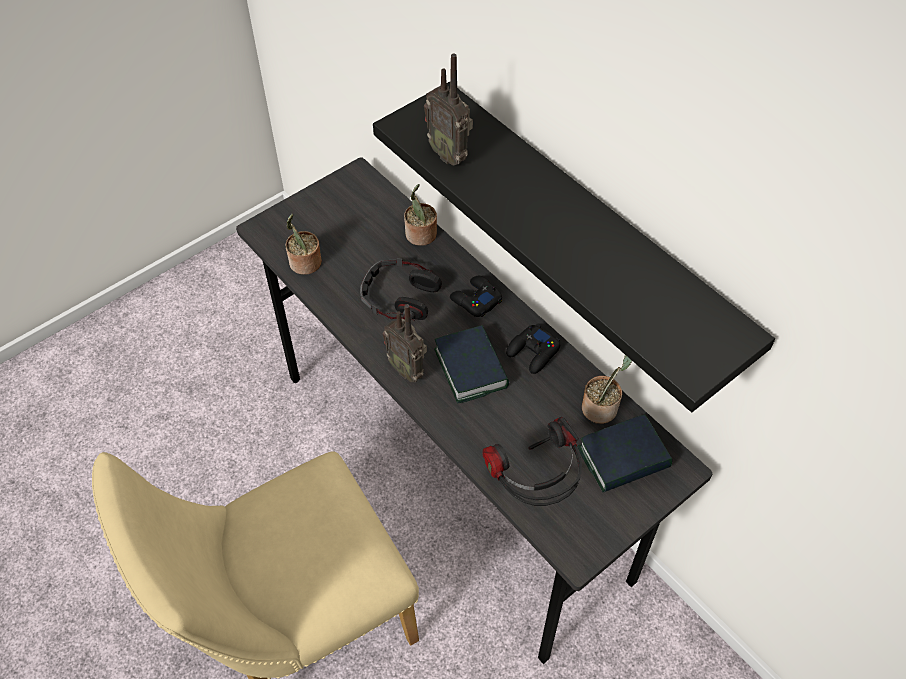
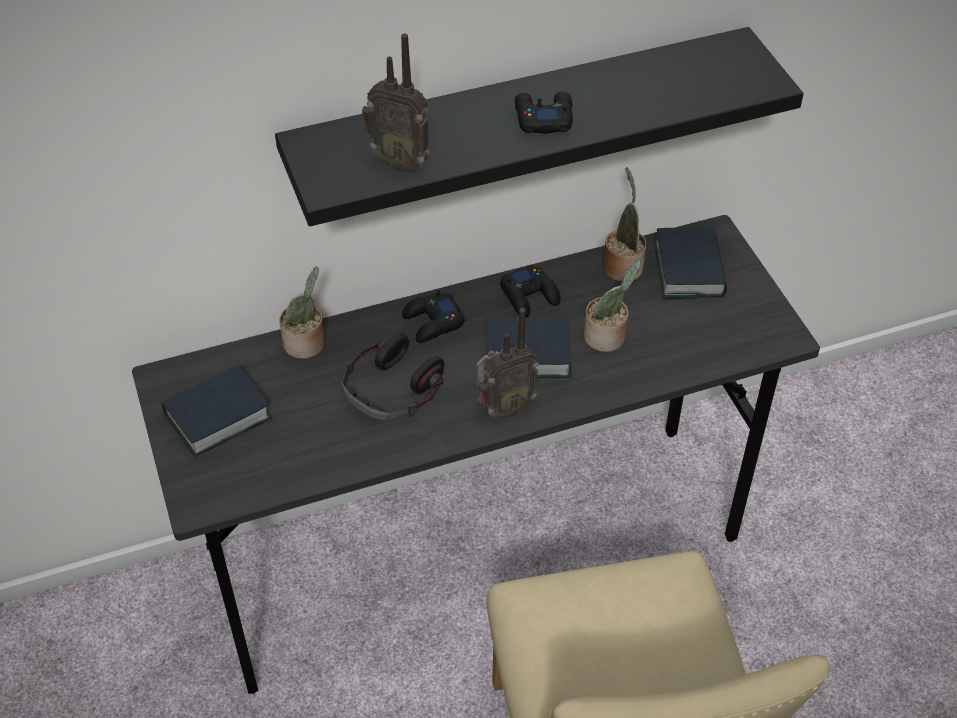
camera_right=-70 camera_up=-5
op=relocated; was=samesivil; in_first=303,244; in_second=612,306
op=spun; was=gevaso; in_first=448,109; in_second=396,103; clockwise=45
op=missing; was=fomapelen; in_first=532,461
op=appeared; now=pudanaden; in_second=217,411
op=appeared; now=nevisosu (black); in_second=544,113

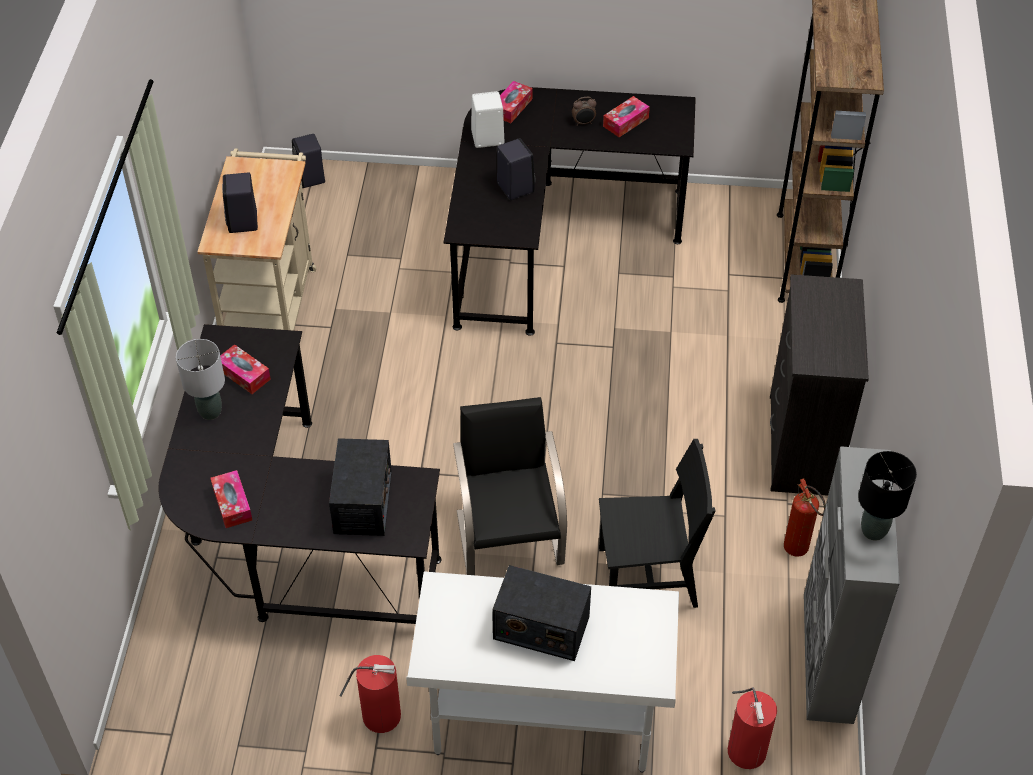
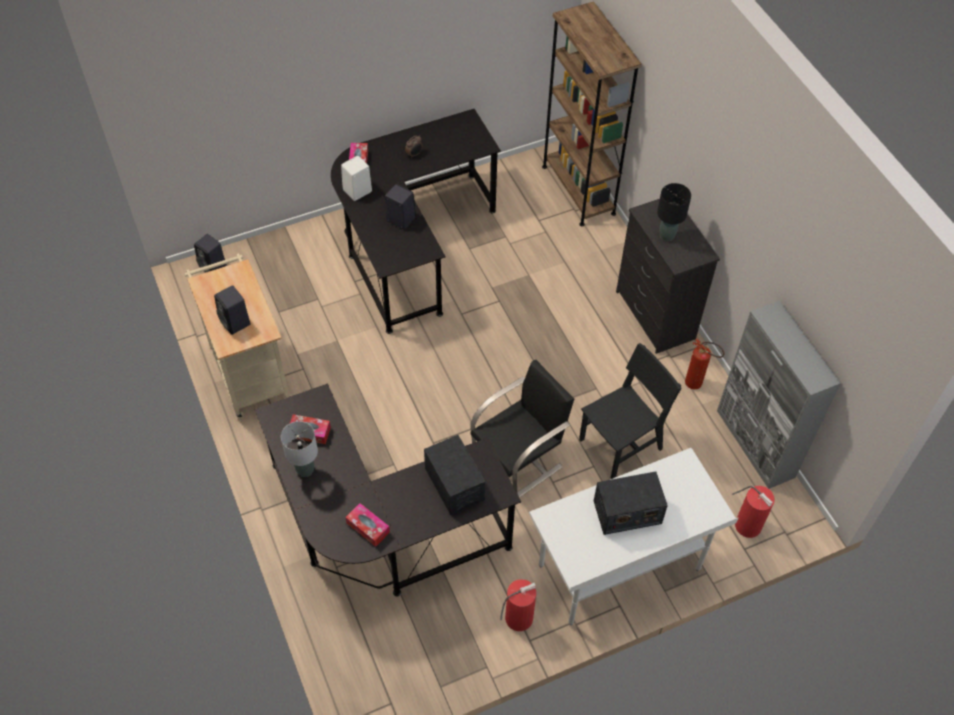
camera_right=-30 camera_up=5
op=spun; was=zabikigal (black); in_first=510,486; in_second=522,429; clockwise=90
op=missing; was=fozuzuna; in_first=626,116
op=relocated; was=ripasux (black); in_first=887,496; in_second=674,212

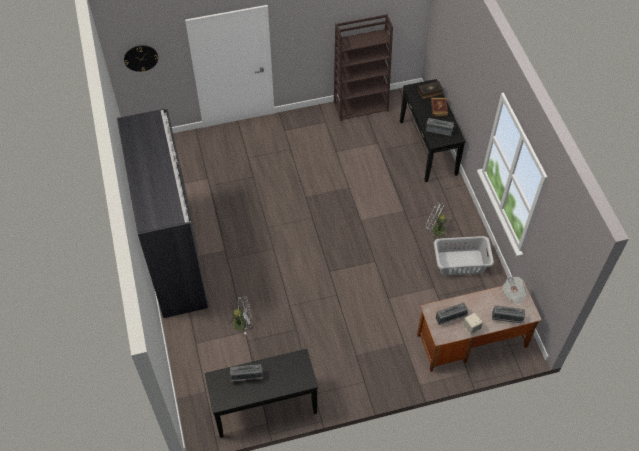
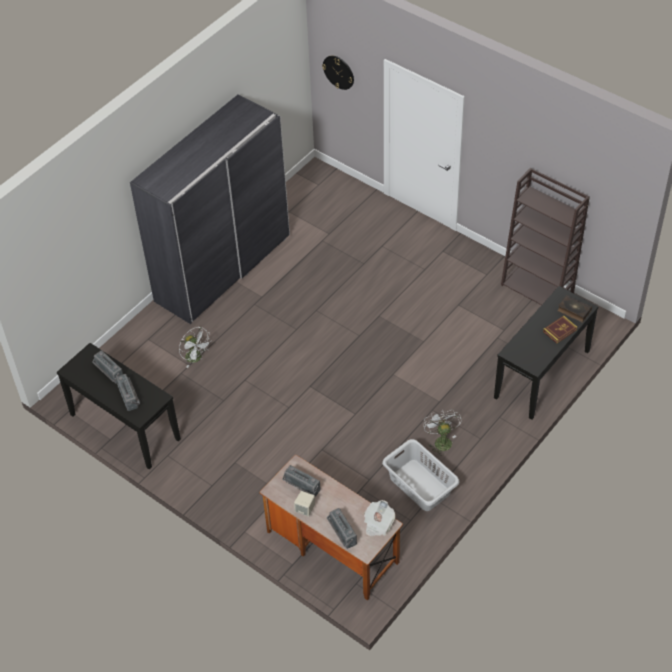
camera_right=55 camera_up=-5
op=relocated; was=gevaso; in_first=440,127; in_second=128,392

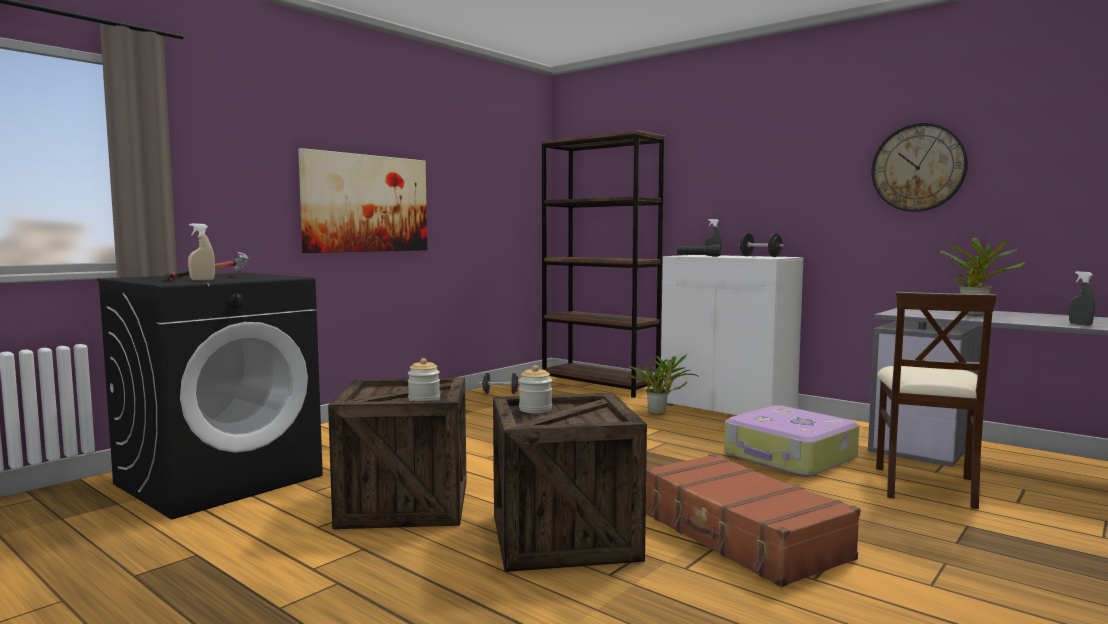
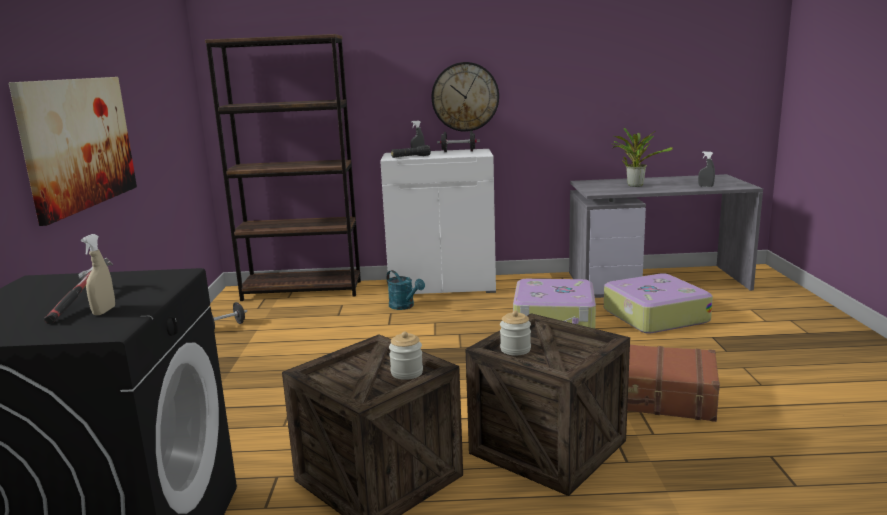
camera_right=-40 camera_up=10
op=exchanged; was=samesivil; now=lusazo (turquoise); in_first=662,384; in_second=406,290
op=relocated; was=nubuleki; in_first=919,167; in_second=465,97
op=exchanged; was=zabikigal (beige); now=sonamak; in_first=936,400; in_second=658,303

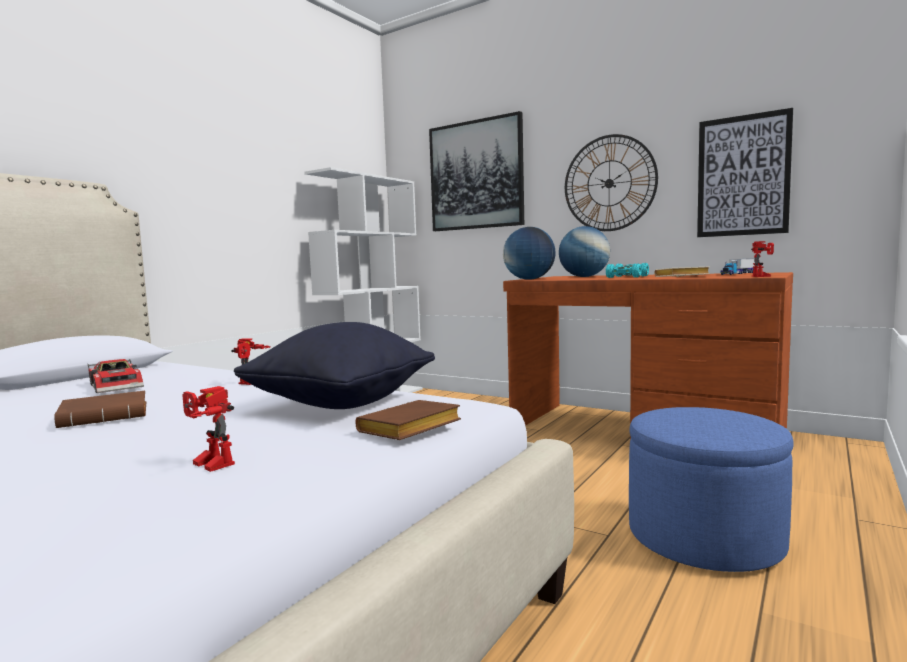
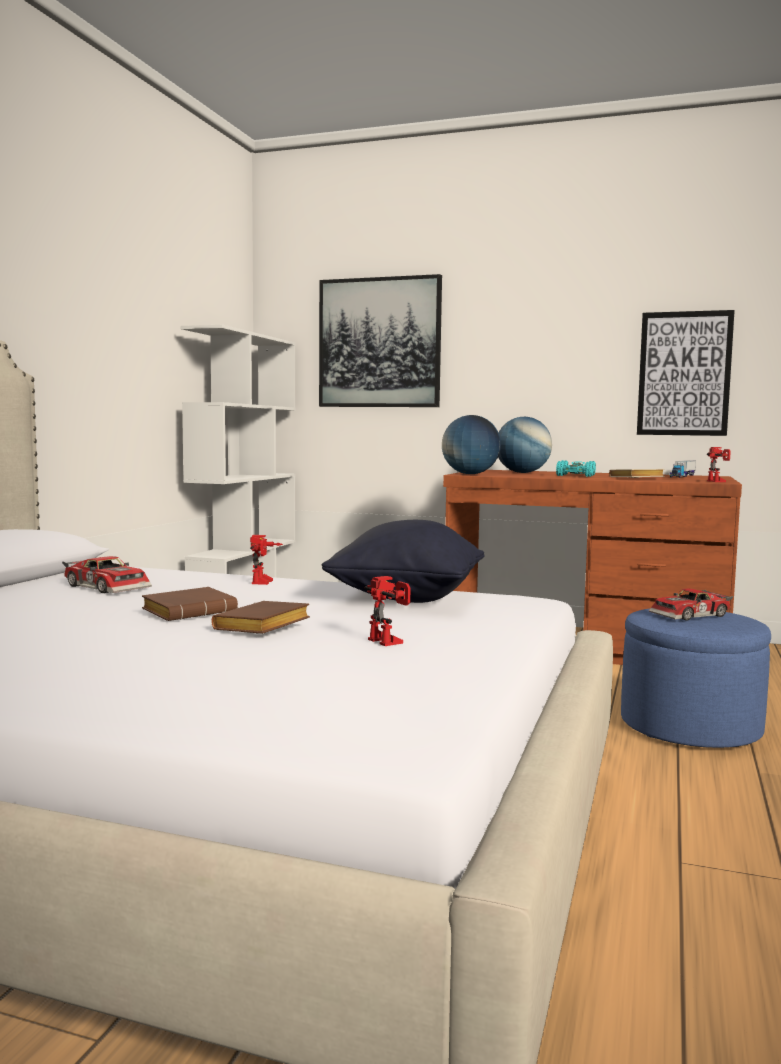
camera_right=-15 camera_up=0
op=spun; was=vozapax; in_first=208,429; in_second=387,611; clockwise=-150
op=relocated; was=pudanaden (brown); in_first=408,420; in_second=260,617
op=missing; was=nubuleki; in_first=611,182
op=appeared; now=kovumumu; in_second=691,604

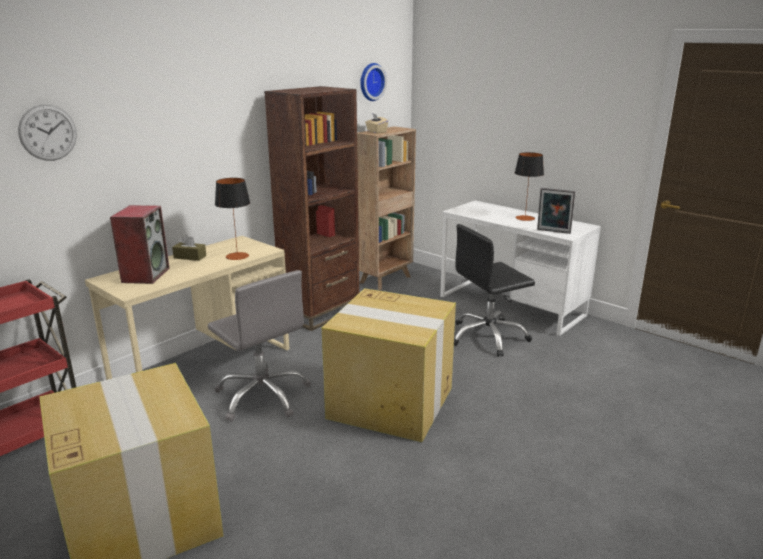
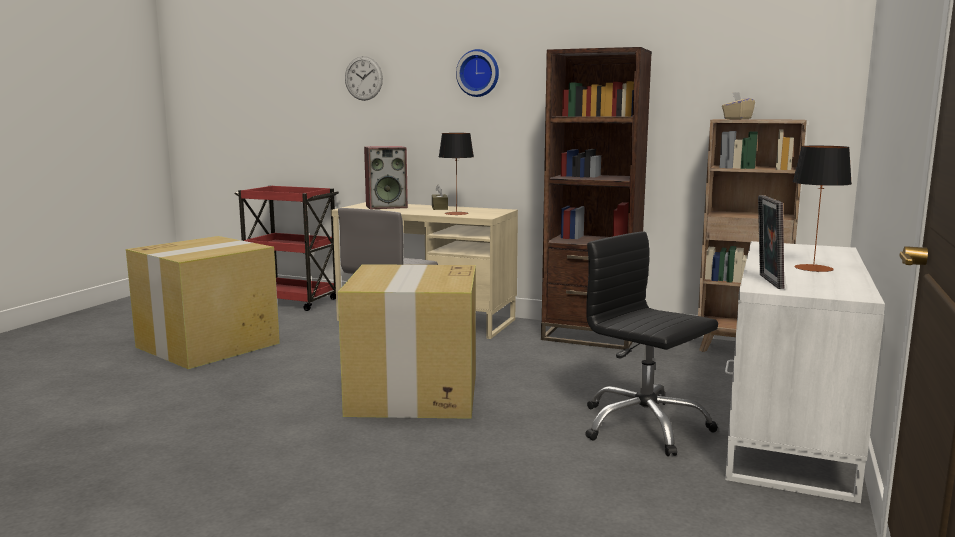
camera_right=70 camera_up=-10
op=relocated; was=nubuleki; in_first=373,82; in_second=477,73

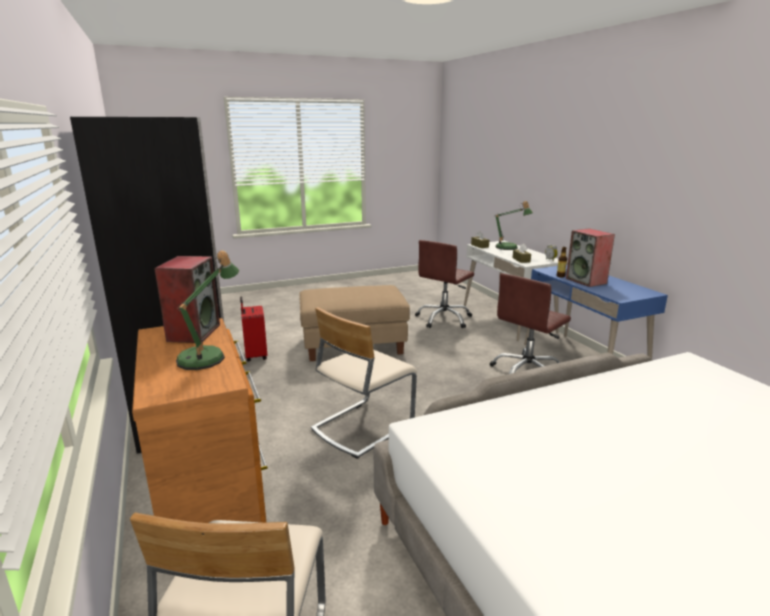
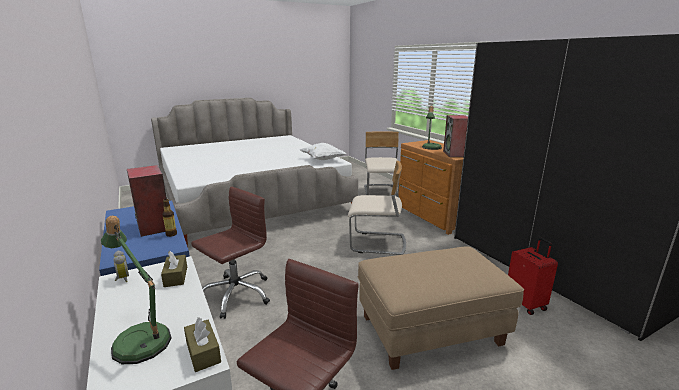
camera_right=175 camera_up=0
op=spun; was=zabikigal (beige); in_first=364,383; in_second=377,208; clockwise=60
op=appeared; now=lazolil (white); in_second=323,151

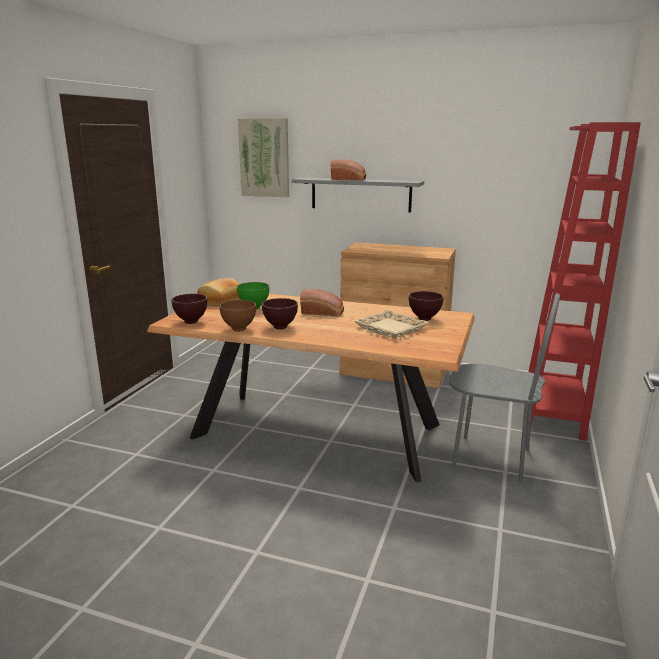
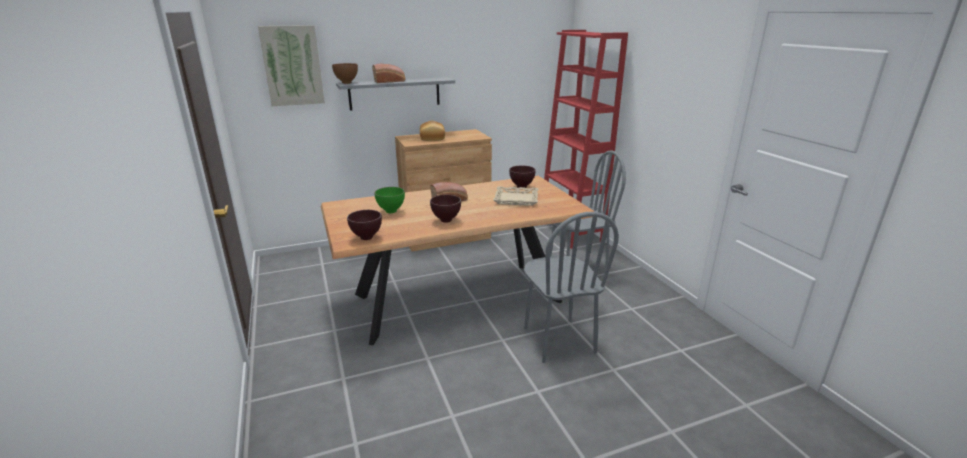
camera_right=-40 camera_up=5
op=relocated; was=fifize; in_first=218,292; in_second=432,131
op=relocated; was=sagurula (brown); in_first=237,315; in_second=345,73
op=appeared; now=zabikigal (grey); in_second=571,287

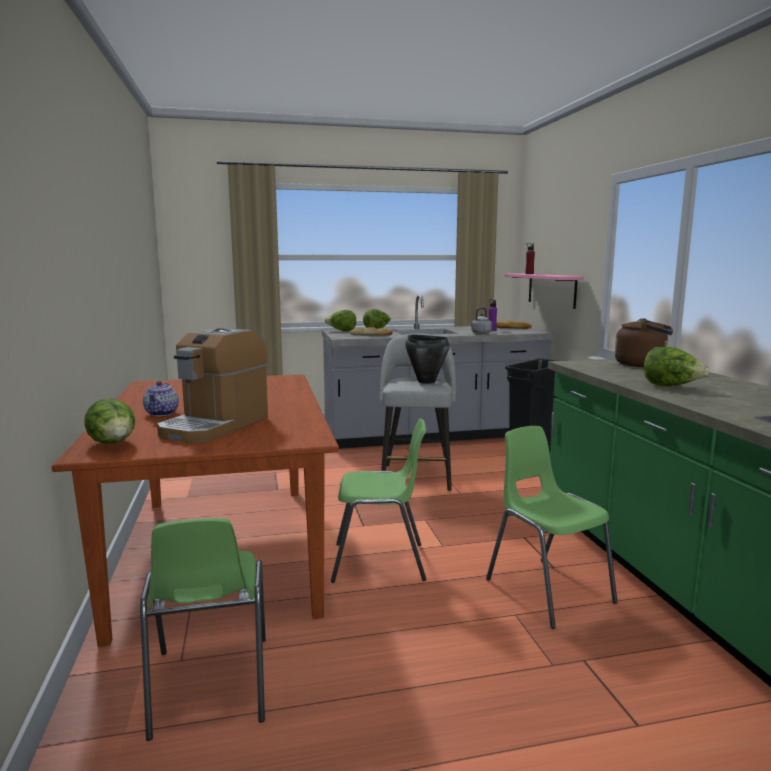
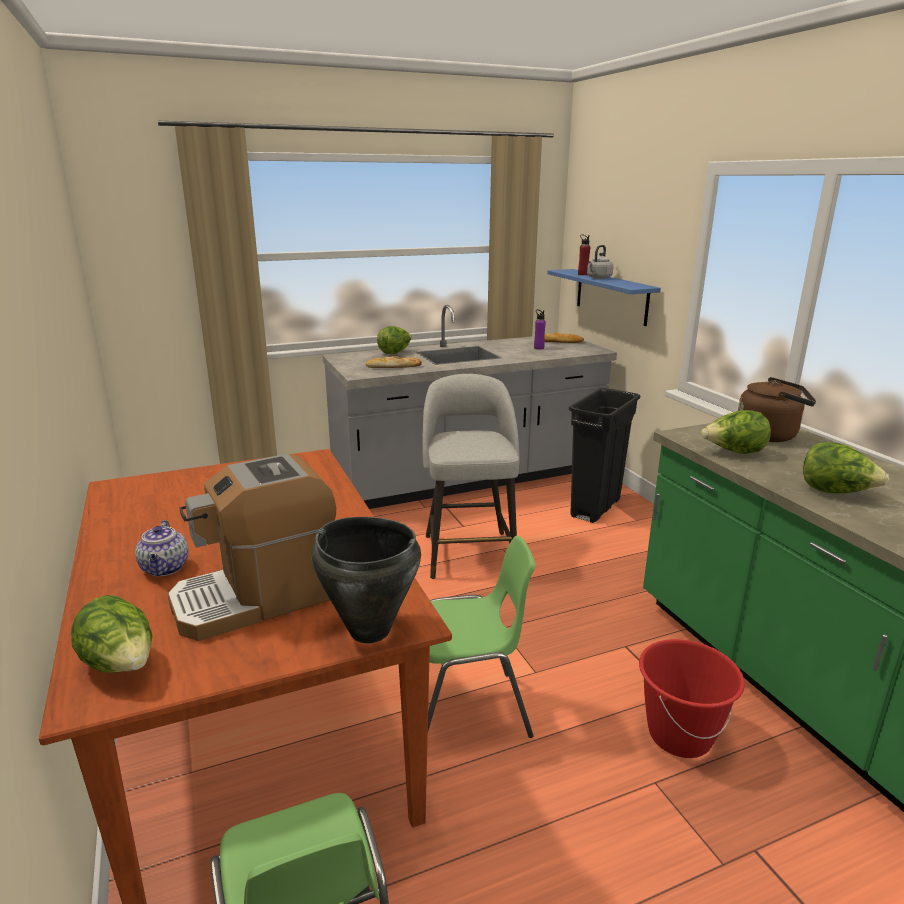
camera_right=-10 camera_up=10
op=spun; was=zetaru; in_first=212,386; in_second=252,547; clockwise=45
op=relocated; was=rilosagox; in_first=340,320; in_second=736,432
op=relocated; was=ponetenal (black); in_first=427,359; in_second=366,580
op=relocated; was=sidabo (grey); in_first=480,321; in_second=600,262
op=exchanged; was=zabikigal (green); now=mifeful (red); in_first=552,527; in_second=692,698
op=colour; was=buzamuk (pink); now=buzamuk (blue); in_first=544,291; in_second=604,297

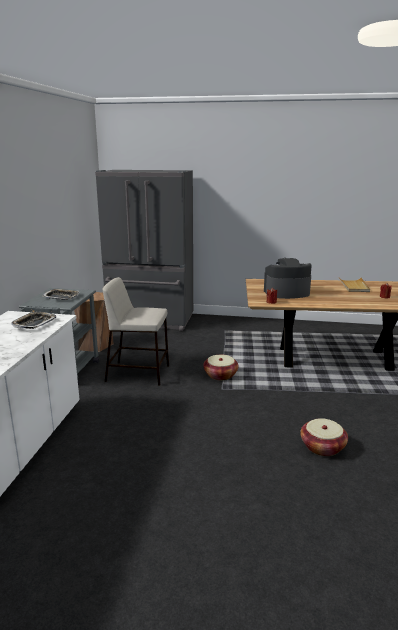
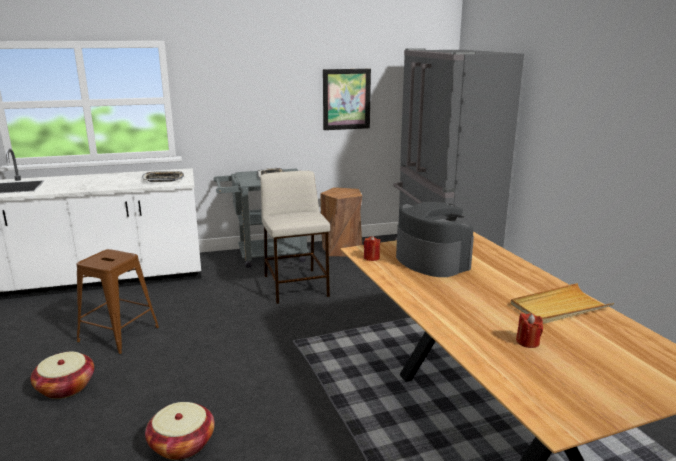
camera_right=65 camera_up=0
op=relocated; was=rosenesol; in_first=220,368; in_second=62,375
op=appeared; now=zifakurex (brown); in_second=117,302
op=appeared; now=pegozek; in_second=347,99

